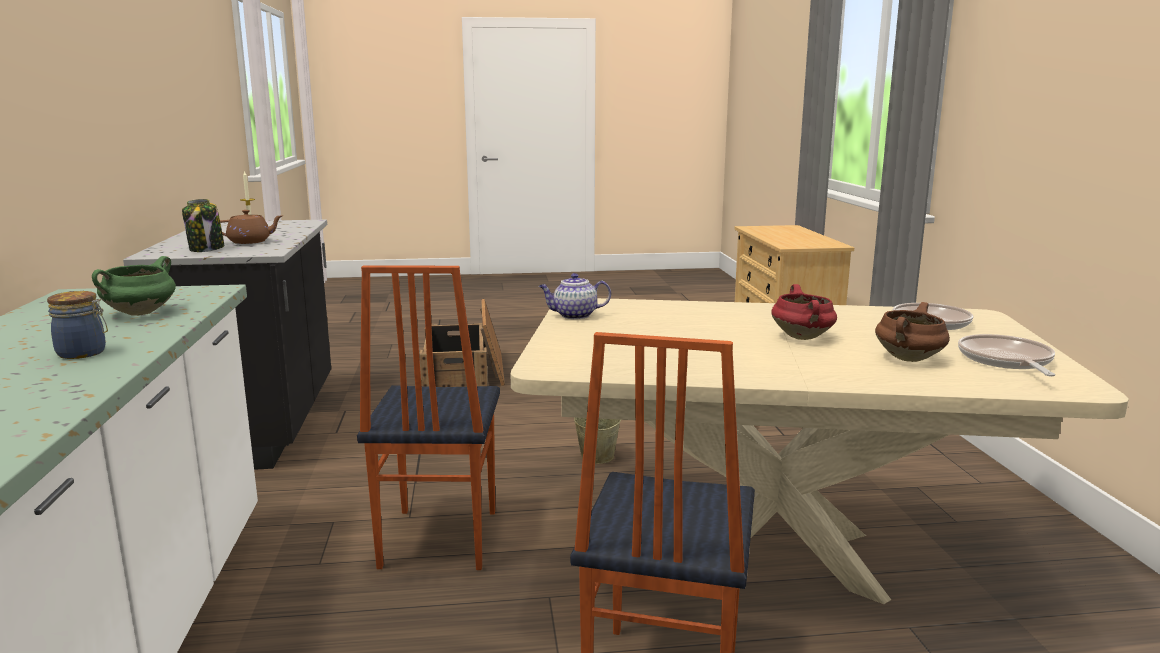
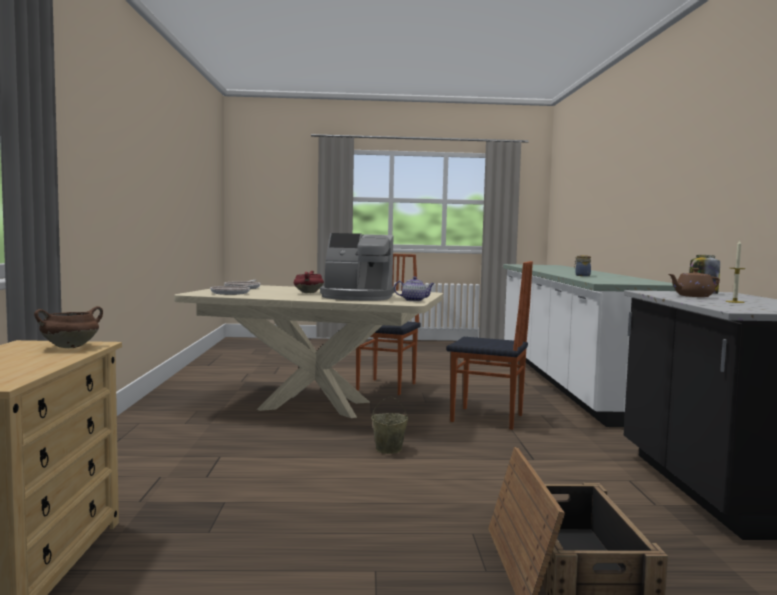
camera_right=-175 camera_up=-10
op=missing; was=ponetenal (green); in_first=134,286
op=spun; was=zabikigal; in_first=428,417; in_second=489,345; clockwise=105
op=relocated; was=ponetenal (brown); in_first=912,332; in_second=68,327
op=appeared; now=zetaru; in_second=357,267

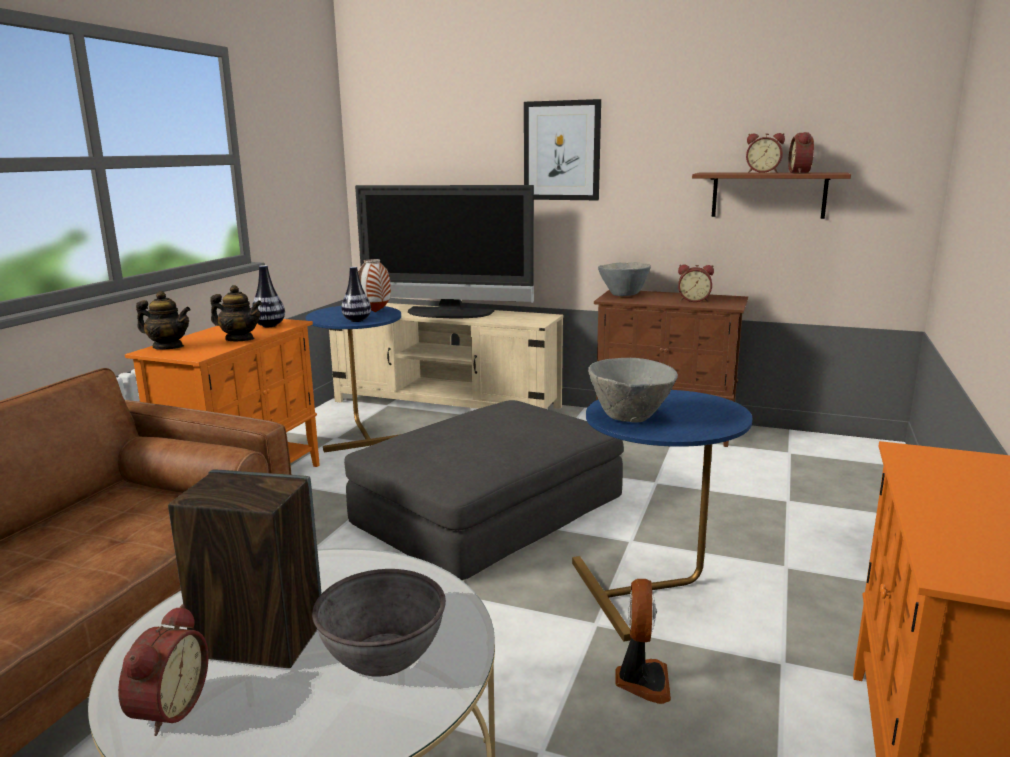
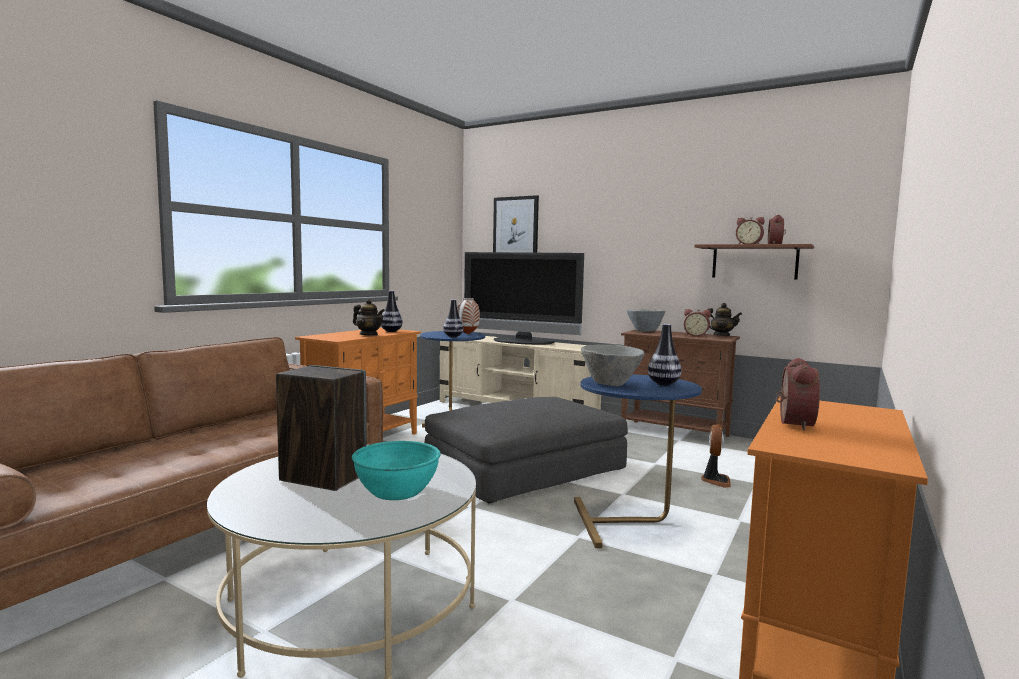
camera_right=10 camera_up=-10
op=relocated; was=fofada; in_first=163,670; in_second=798,394
op=relocated; was=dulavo; in_first=163,320; in_second=724,319
op=colour; was=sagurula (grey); now=sagurula (turquoise); in_first=379,623; in_second=396,470
op=relocated; was=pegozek; in_first=562,149; in_second=516,224
op=relocated; was=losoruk; in_first=643,641; in_second=716,456
op=appeared; now=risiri; in_second=664,355

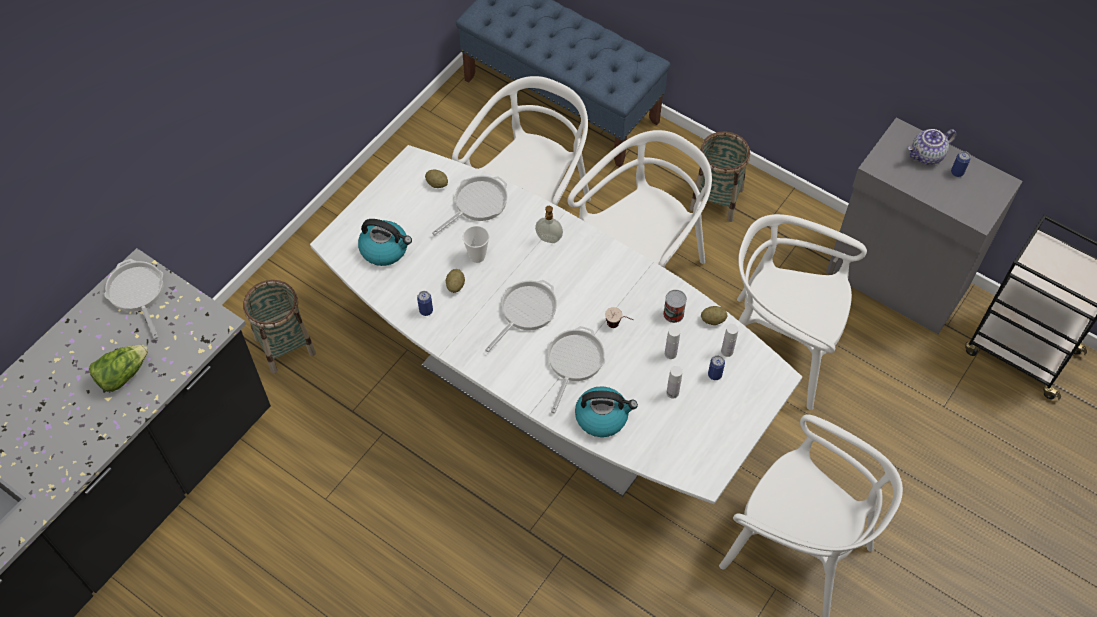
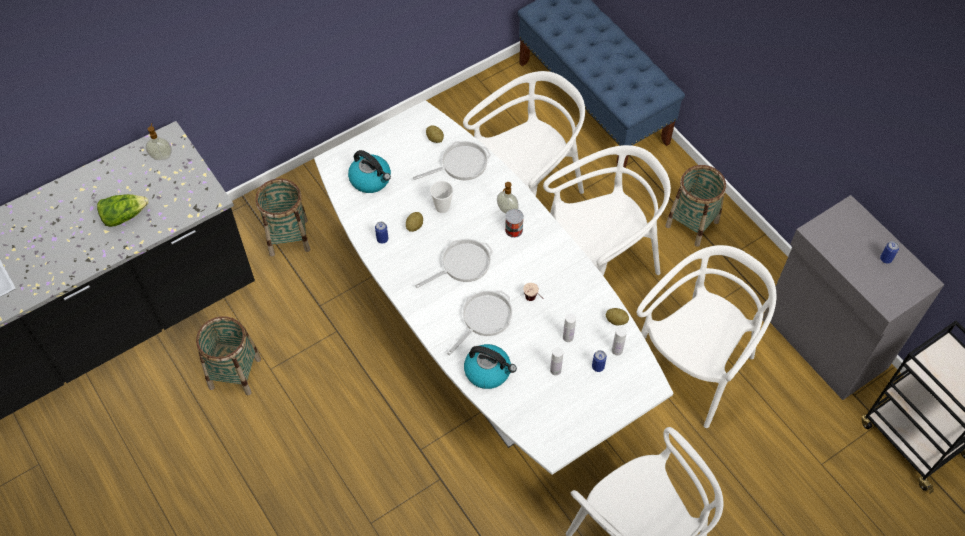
camera_right=20 camera_up=0
op=exchanged; was=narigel; now=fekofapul; in_first=133,299; in_second=159,141
op=relocated; was=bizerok; in_first=675,306; in_second=514,223
op=spun; was=zabikigal (white); in_first=802,312; in_second=706,336; clockwise=90
op=missing; was=dulavo; in_first=932,147
op=appeared; now=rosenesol; in_second=228,356

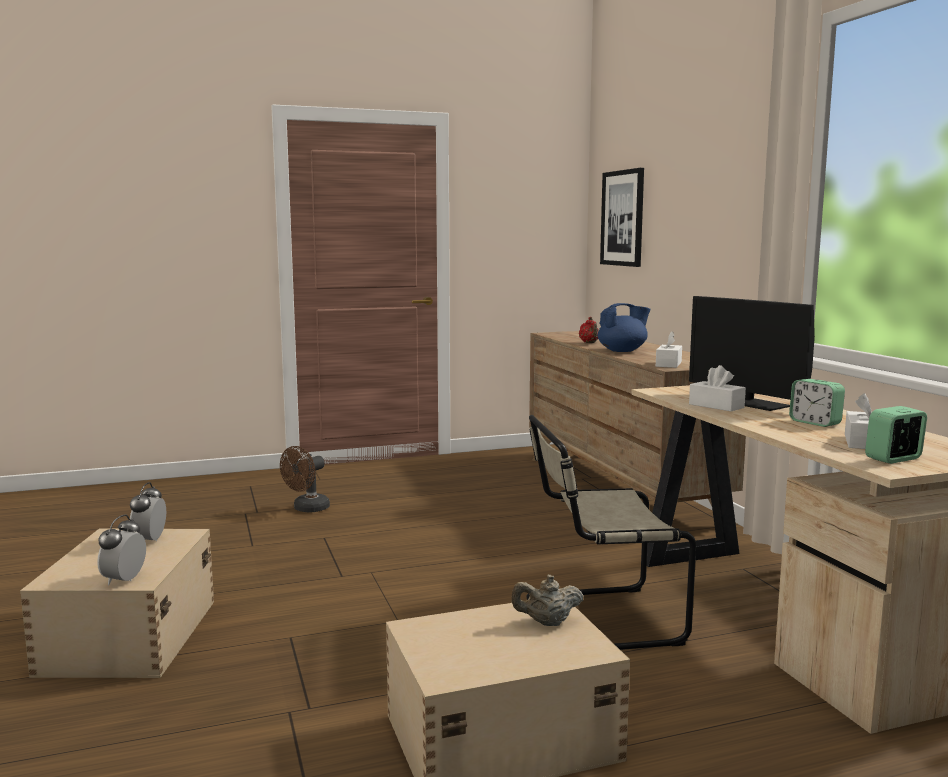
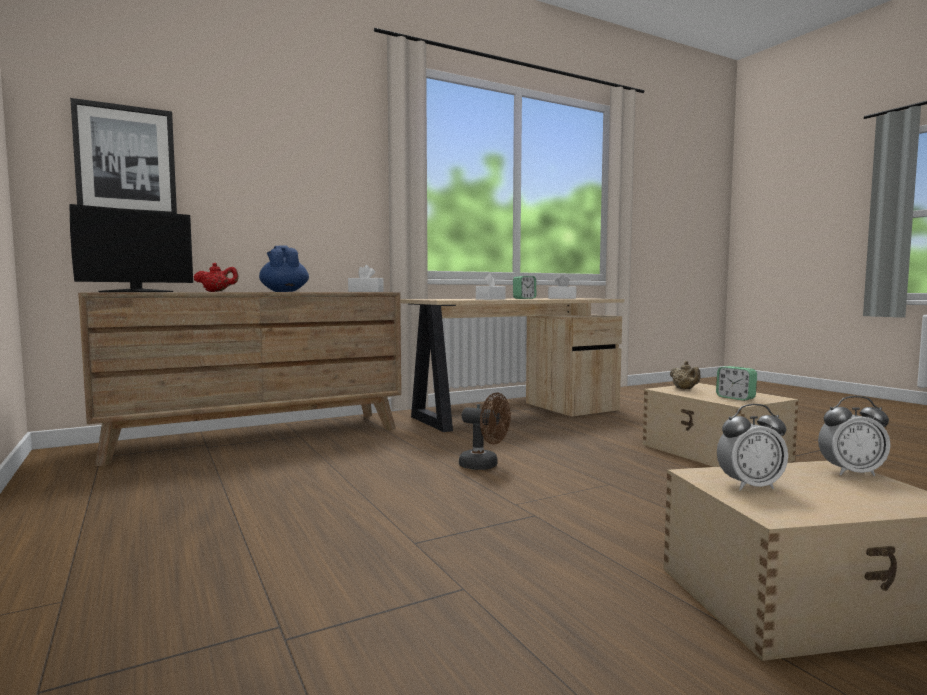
camera_right=-100 camera_up=-5
op=relocated; was=losoruk (brown); in_first=305,479; in_second=485,431
op=missing; was=zabikigal (beige); in_first=611,532
op=relocated; was=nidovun; in_first=752,353; in_second=131,248
op=relocated; was=fofada; in_first=896,435; in_second=736,383

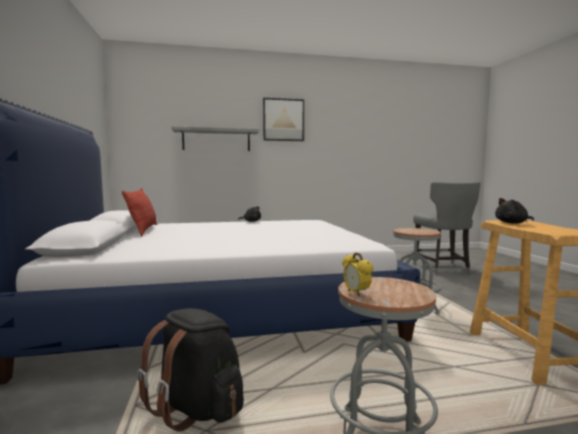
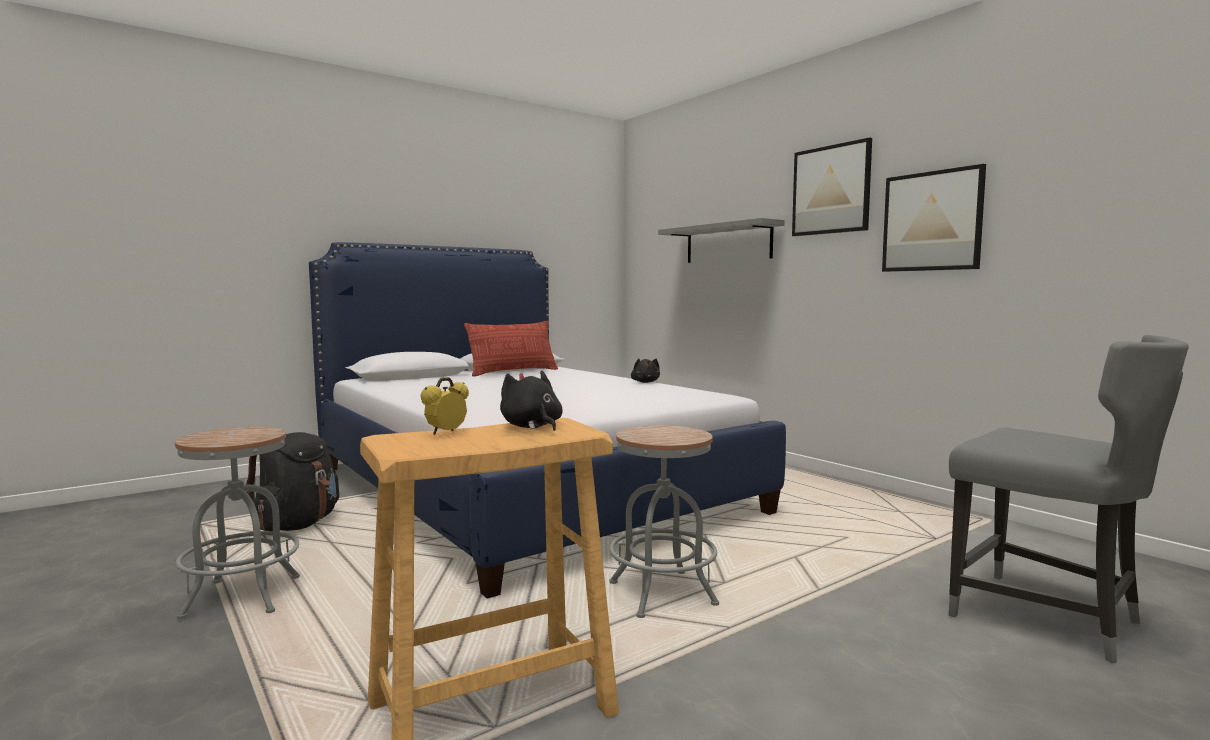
camera_right=65 camera_up=0
op=relocated; was=fofada; in_first=357,274; in_second=445,406
op=spun; was=zabikigal (grey); in_first=446,228; in_second=1069,499; clockwise=-105
op=appeared; now=pegozek; in_second=934,218

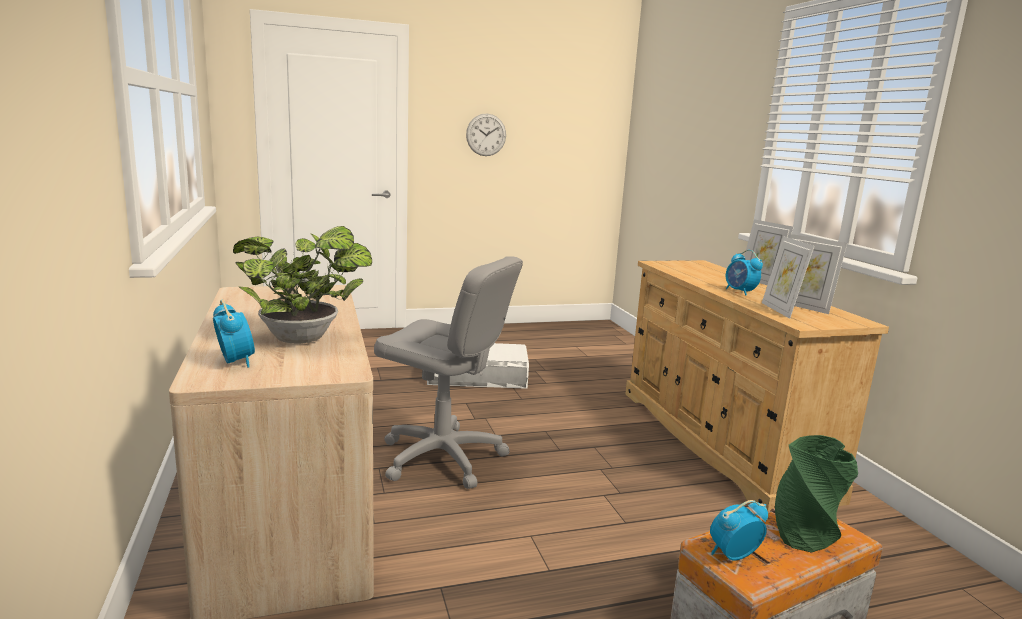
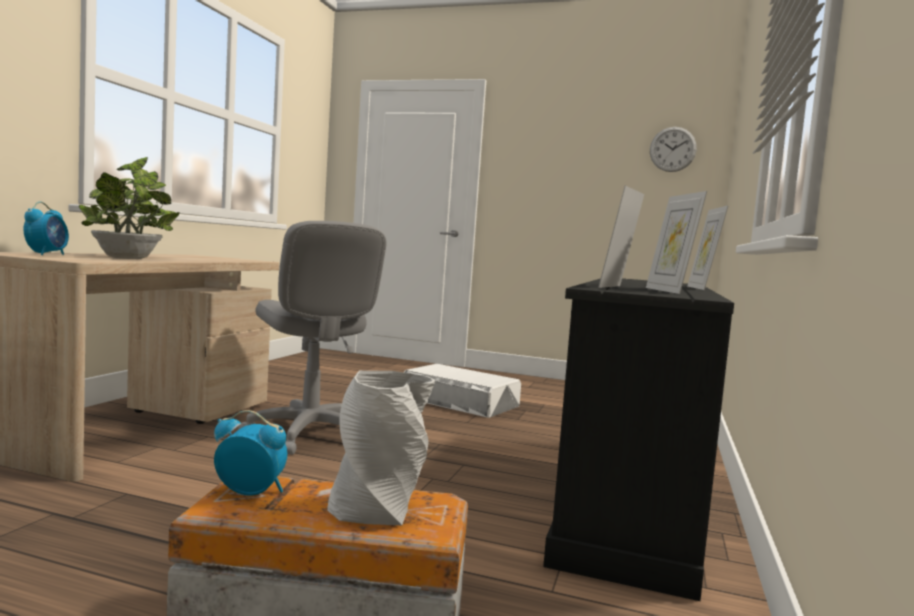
camera_right=35 camera_up=-10
op=relocated; was=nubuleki; in_first=486,135; in_second=673,149
op=colour; was=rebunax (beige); now=rebunax (black); in_first=757,385; in_second=638,439
op=missing; was=fofada; in_first=744,273
op=colour; was=risiri (green); now=risiri (grey); in_first=816,494; in_second=381,448

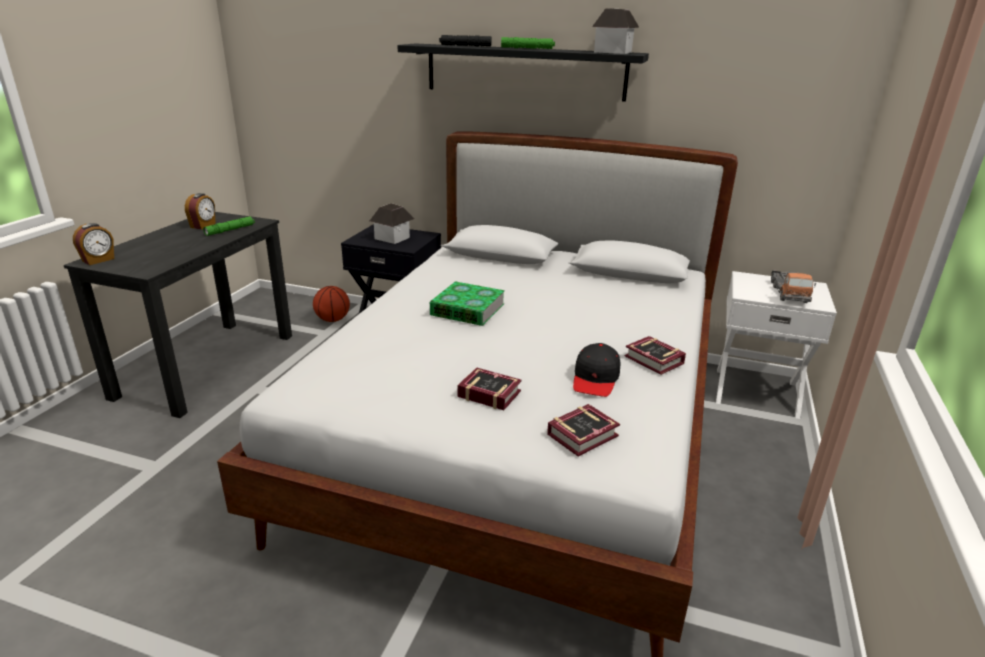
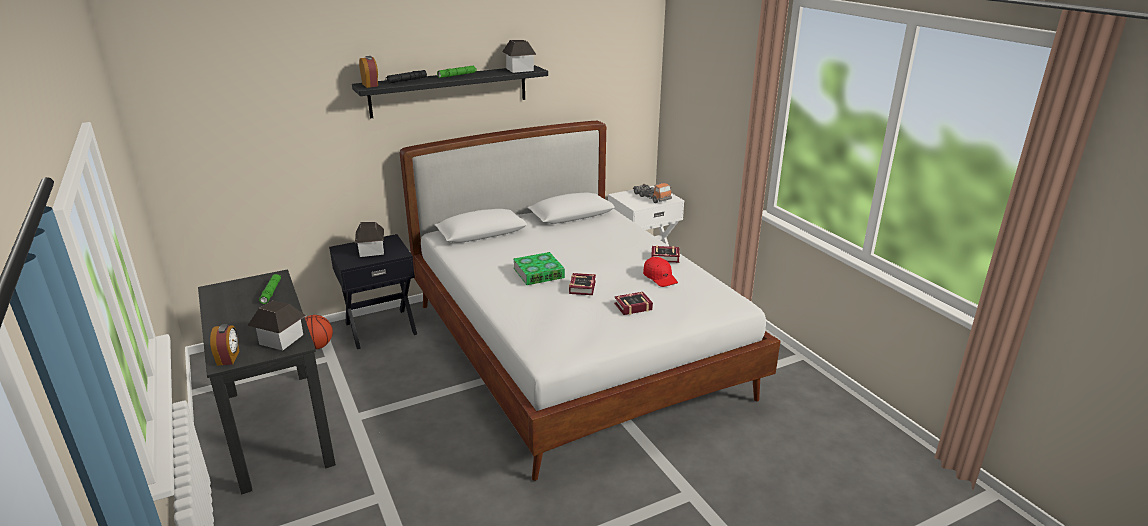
camera_right=-45 camera_up=0
op=relocated; was=fofada; in_first=200,211; in_second=368,72
op=relocated; was=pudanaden; in_first=583,430; in_second=582,284
op=colour; was=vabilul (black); now=vabilul (red); in_first=596,370; in_second=660,272
op=appeared; now=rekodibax; in_second=276,325

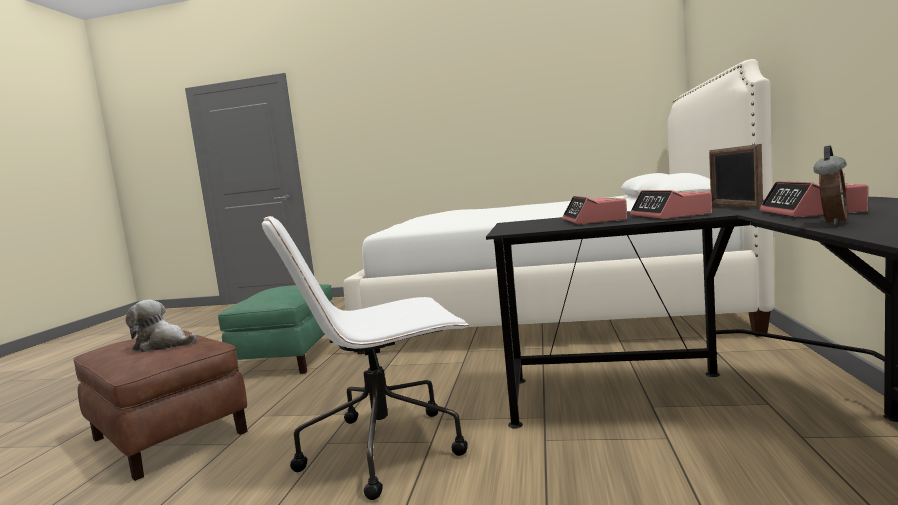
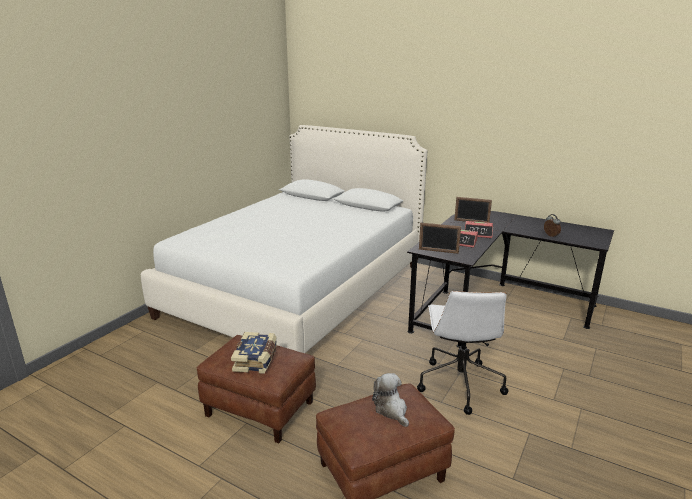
camera_right=-70 camera_up=15
op=spun; was=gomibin; in_first=161,325; in_second=390,400; clockwise=120
op=colour; was=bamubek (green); now=bamubek (brown); in_first=276,329; in_second=256,389
op=missing; was=fofada; in_first=814,199
op=appeared; now=pudanaden; in_second=254,353
op=appeared; now=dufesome; in_second=440,238

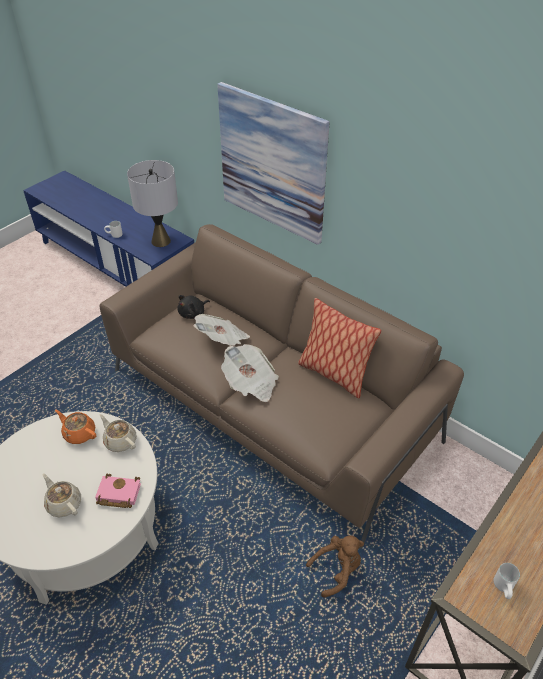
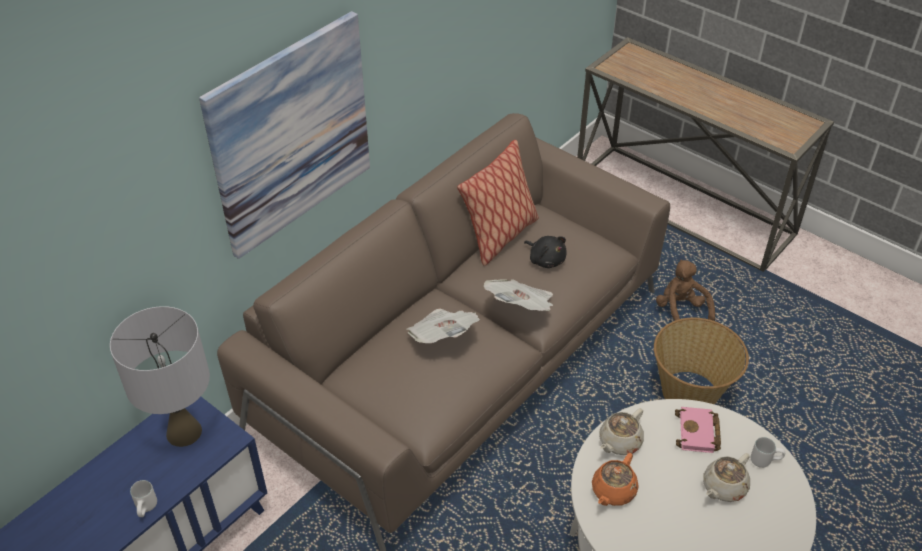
camera_right=-90 camera_up=0
op=relocated; was=gomibin (black); in_first=193,307; in_second=545,252
op=relocated; was=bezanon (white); in_first=507,581; in_second=768,452
op=appeared; now=rosenesol; in_second=701,361

